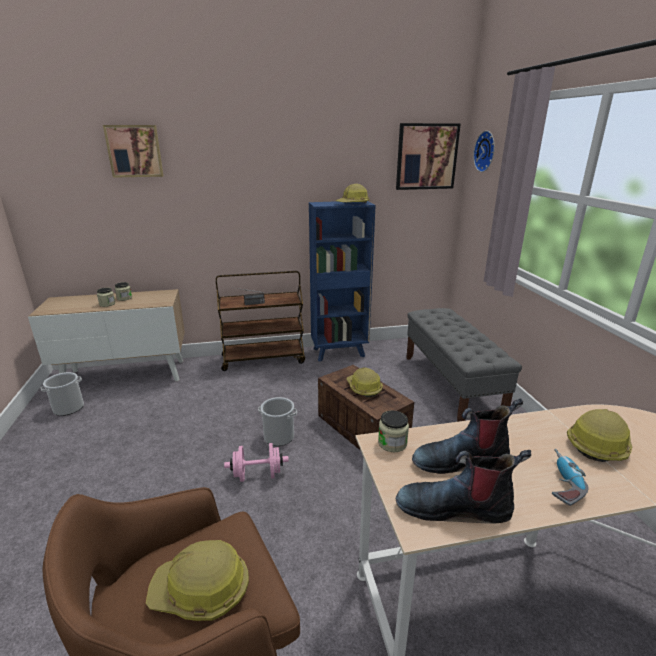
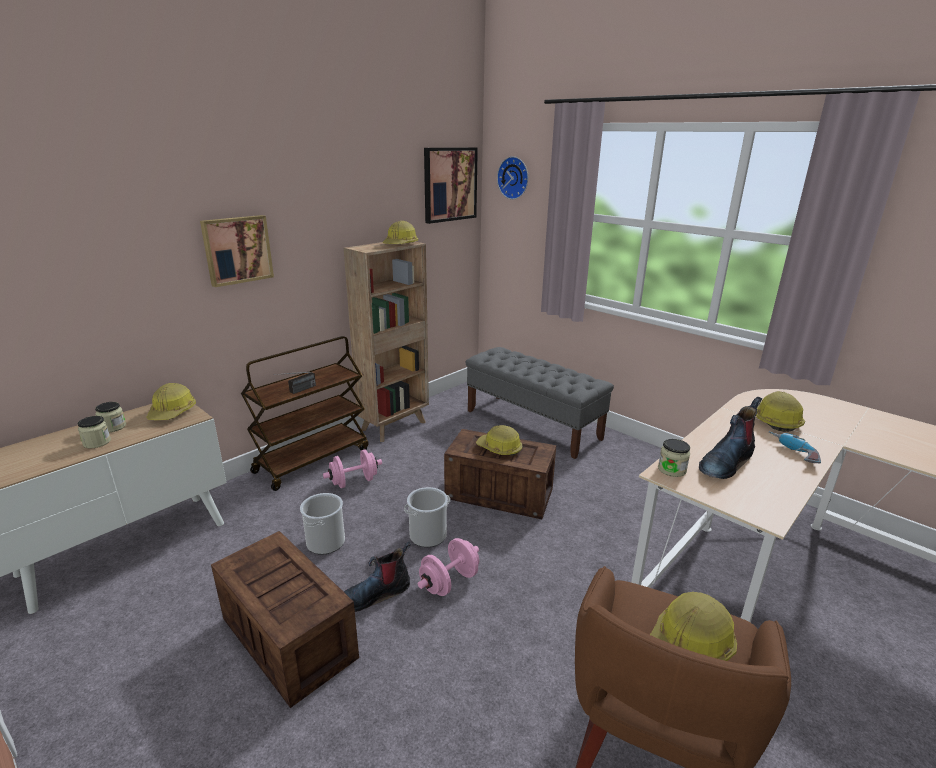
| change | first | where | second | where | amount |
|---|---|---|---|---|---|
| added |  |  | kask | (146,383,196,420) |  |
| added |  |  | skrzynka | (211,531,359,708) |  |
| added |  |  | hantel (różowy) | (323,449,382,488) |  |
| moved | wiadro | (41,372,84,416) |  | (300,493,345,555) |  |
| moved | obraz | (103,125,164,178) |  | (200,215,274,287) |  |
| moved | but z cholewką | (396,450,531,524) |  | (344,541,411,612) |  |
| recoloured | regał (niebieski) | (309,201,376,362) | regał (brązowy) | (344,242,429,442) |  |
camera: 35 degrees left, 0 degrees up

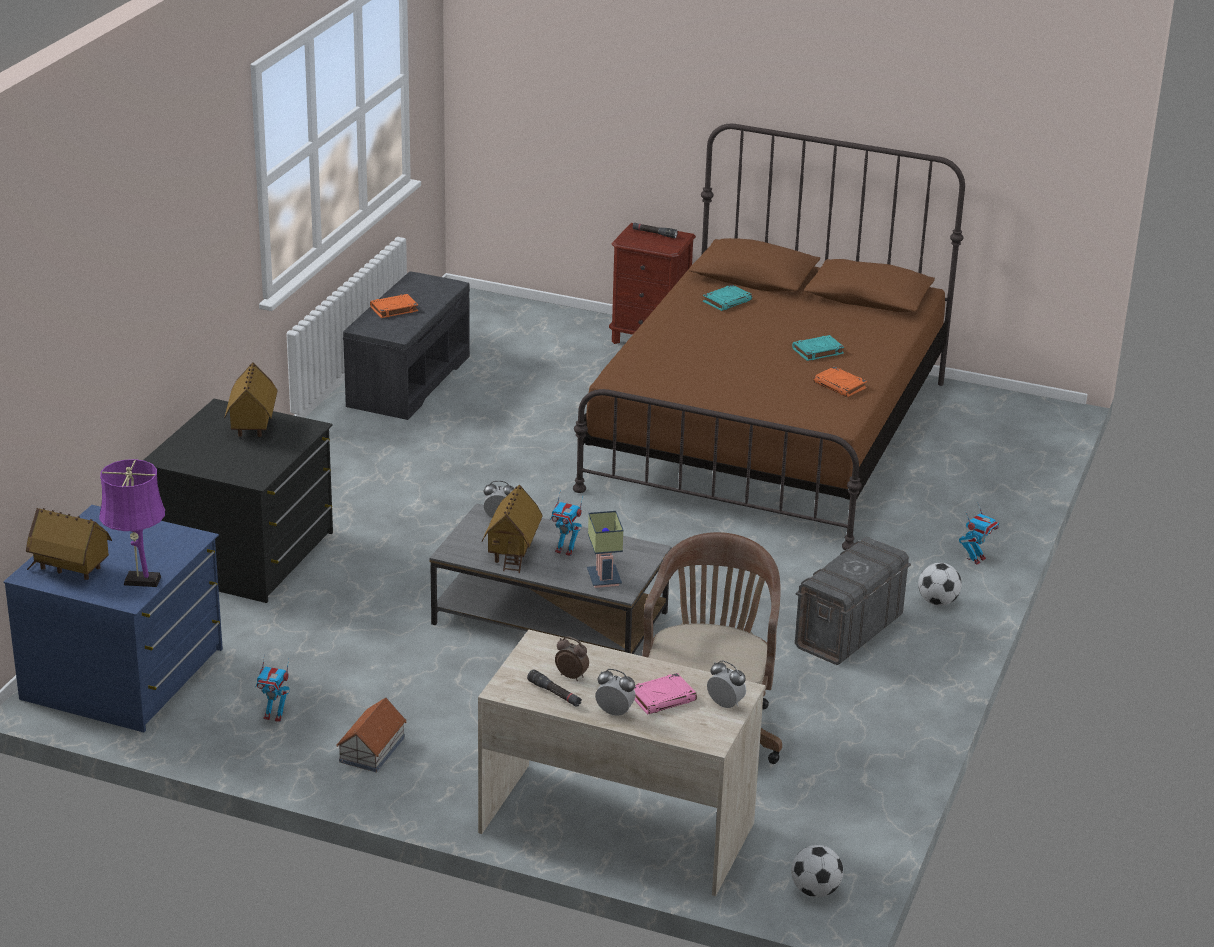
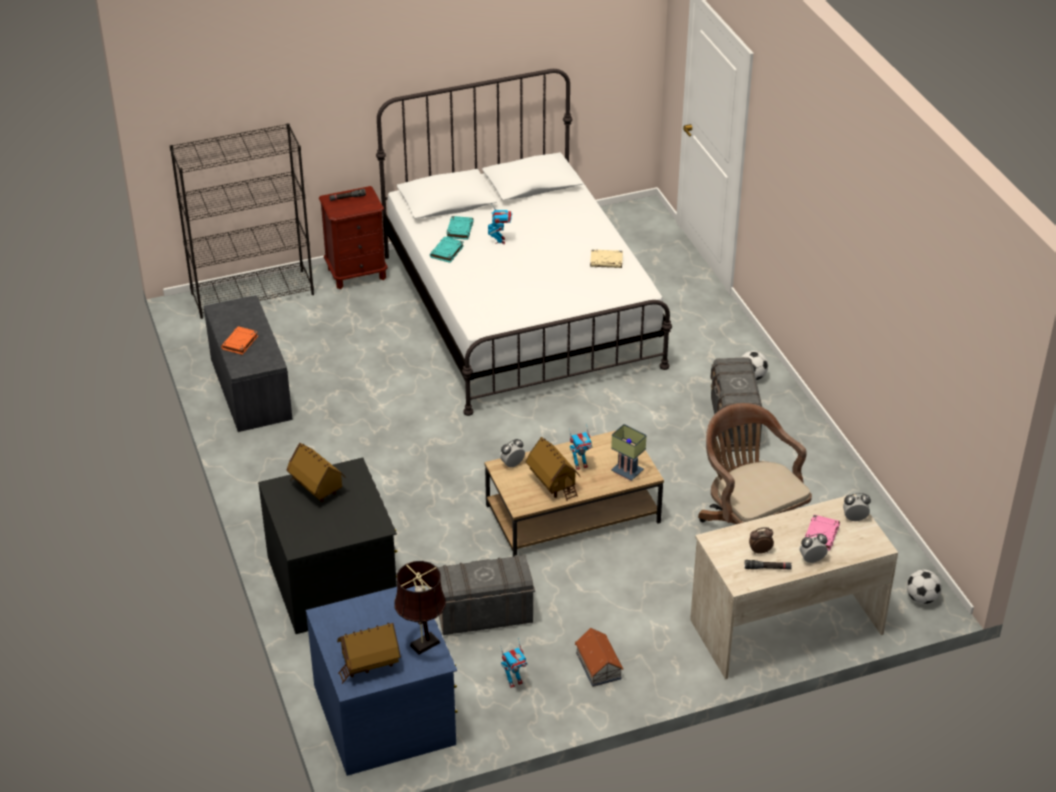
| change | first | where | second | where | amount |
|---|---|---|---|---|---|
| added |  |  | regał (czarny) | (170,123,314,319) |  |
| added |  |  | pojemnik do przechowywania (szary) | (437,555,535,635) |  |
| moved | książka (turkusowy) | (792,335,844,361) |  | (430,237,464,263) |  |
| moved | robot zabawkowy | (959,503,999,565) |  | (488,205,512,244) |  |
| recoloured | lampa stołowa (fioletowy) | (99,459,165,587) | lampa stołowa (brązowy) | (394,561,446,655) |  |
| recoloured | ława (szary) | (429,503,672,654) | ława (brązowy) | (484,431,664,557) |  |
| recoloured | łóżko (brązowy) | (573,124,965,550) | łóżko (biały) | (376,69,672,416) |  |
| recoloured | książka (pomarańczowy) | (814,367,867,397) | książka (beżowy) | (590,249,623,268) |  |
camera: 40 degrees left, 10 degrees up

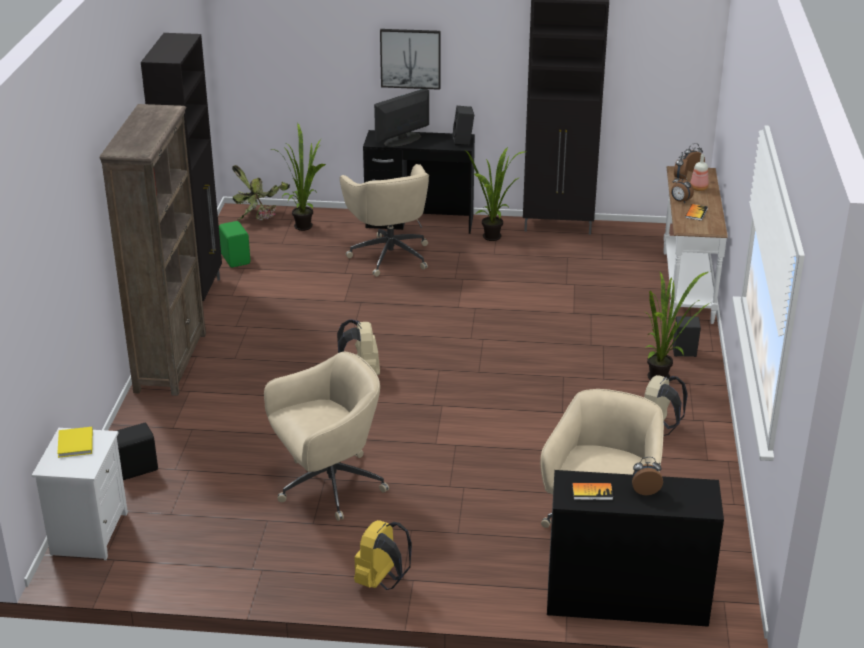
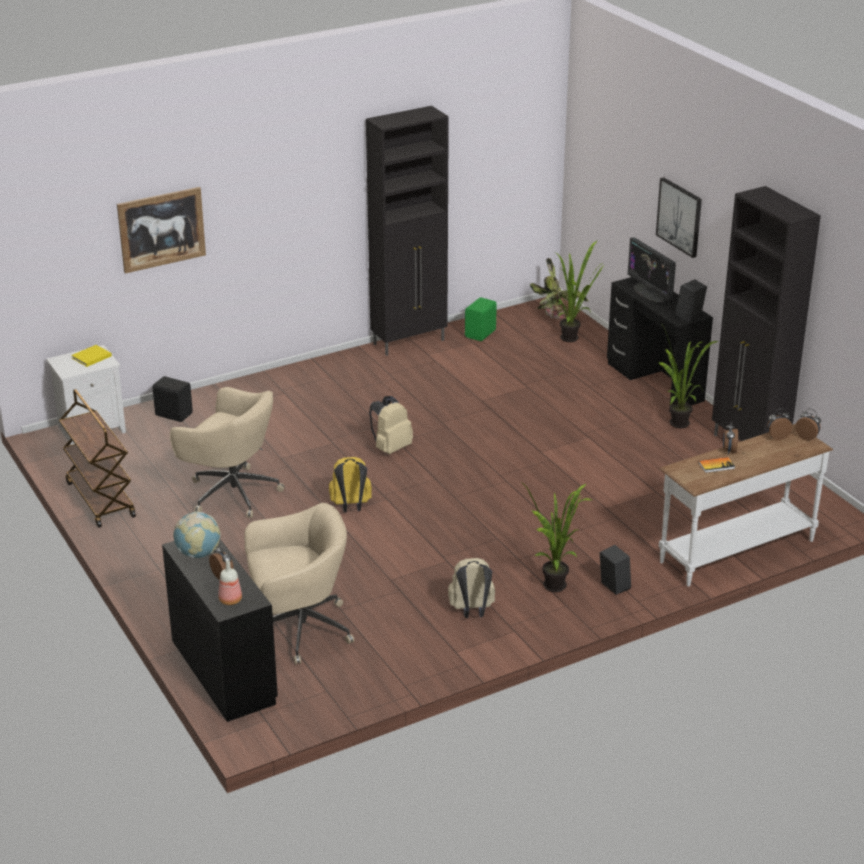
| change | first | where | second | where | amount |
|---|---|---|---|---|---|
| removed | regał (brązowy) | (100,104,206,396) |  |  |  |
| removed | krzesło biurowe (beżowy) | (340,164,429,277) |  |  |  |
| added |  |  | wózek (brązowy) | (59,389,136,528) |  |
| added |  |  | obraz | (117,187,206,273) |  |
| moved | plecak (żółty) | (354,520,412,590) |  | (329,457,372,512) |  |
| moved | butelka | (690,154,708,191) |  | (218,560,242,605) |  |
| replaced | książka | (572,483,613,500) | globus | (173,511,221,558) |  |
| turned | monitor | (374,89,429,147) |  | (628,237,676,302) | 135 degrees counterclockwise |
camera: 55 degrees right, 0 degrees up

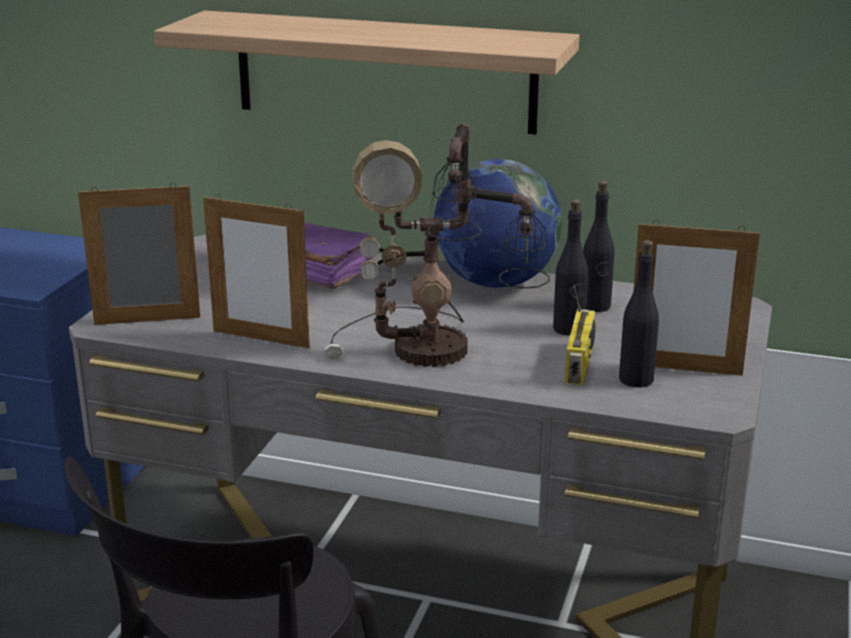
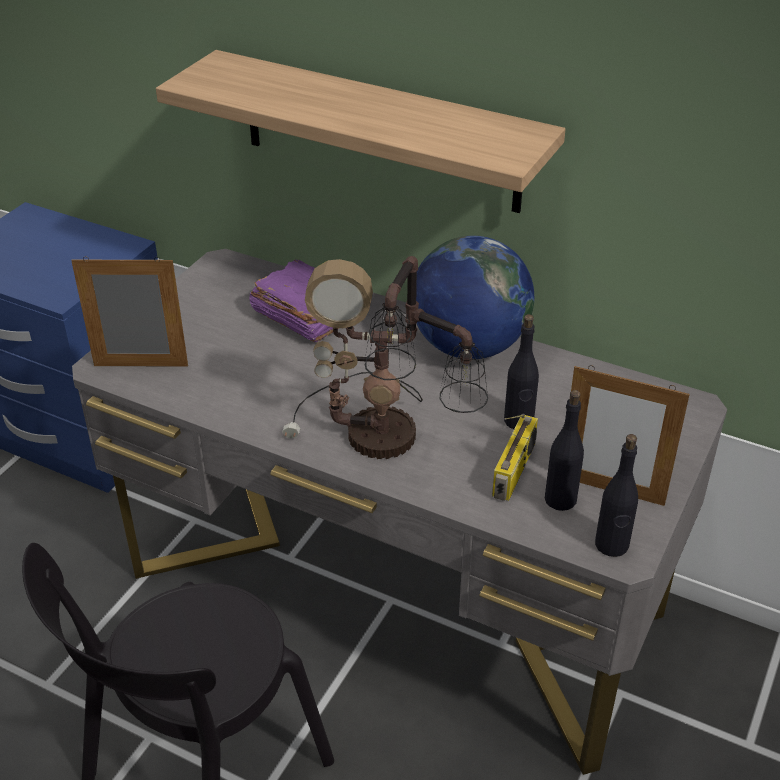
| change | first | where | second | where | amount |
|---|---|---|---|---|---|
| removed | ramka na zdjęcie | (203,194,310,348) |  |  |  |
| moved | butelka (czarny) | (583,181,615,312) |  | (595,434,638,557) |  |
camera: 10 degrees right, 15 degrees up

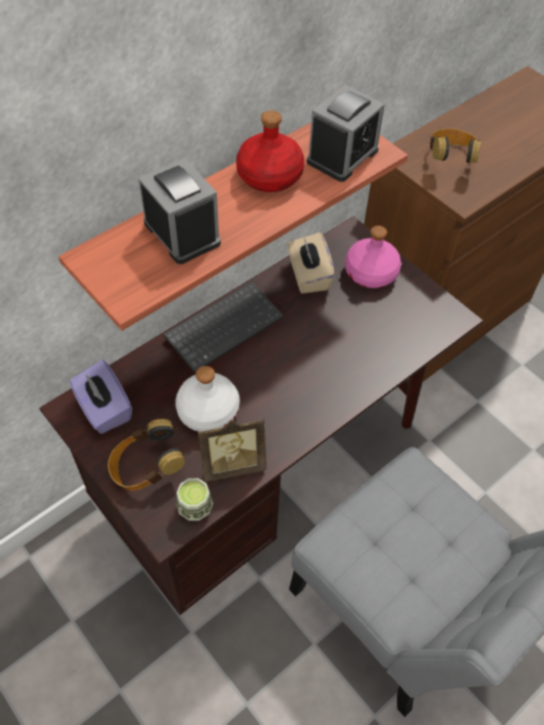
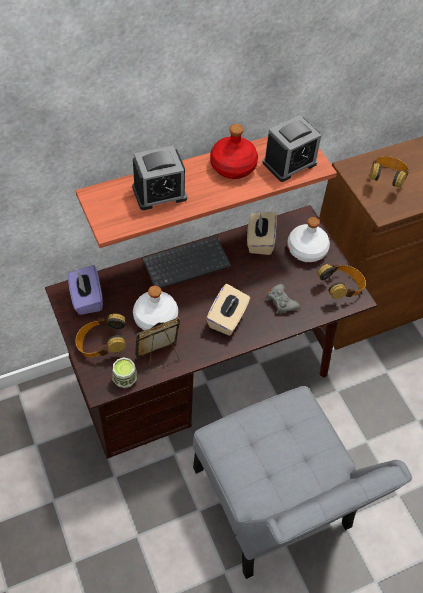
| change | first | where | second | where | amount |
|---|---|---|---|---|---|
| added |  |  | pudełko chusteczek (beżowy) | (206,284,250,336) |  |
| added |  |  | pad do gier (szary) | (266,284,300,314) |  |
| added |  |  | słuchawki | (317,264,366,299) |  |
| recoloured | butelka (różowy) | (345,226,401,288) | butelka (biały) | (287,217,330,262) |  |
| turned | budzik | (138,158,221,264) |  | (132,146,187,210) | 90 degrees clockwise |
| turned | ramka na zdjęcie | (198,418,266,482) |  | (135,317,180,372) | 150 degrees clockwise |
camera: 15 degrees right, 0 degrees up

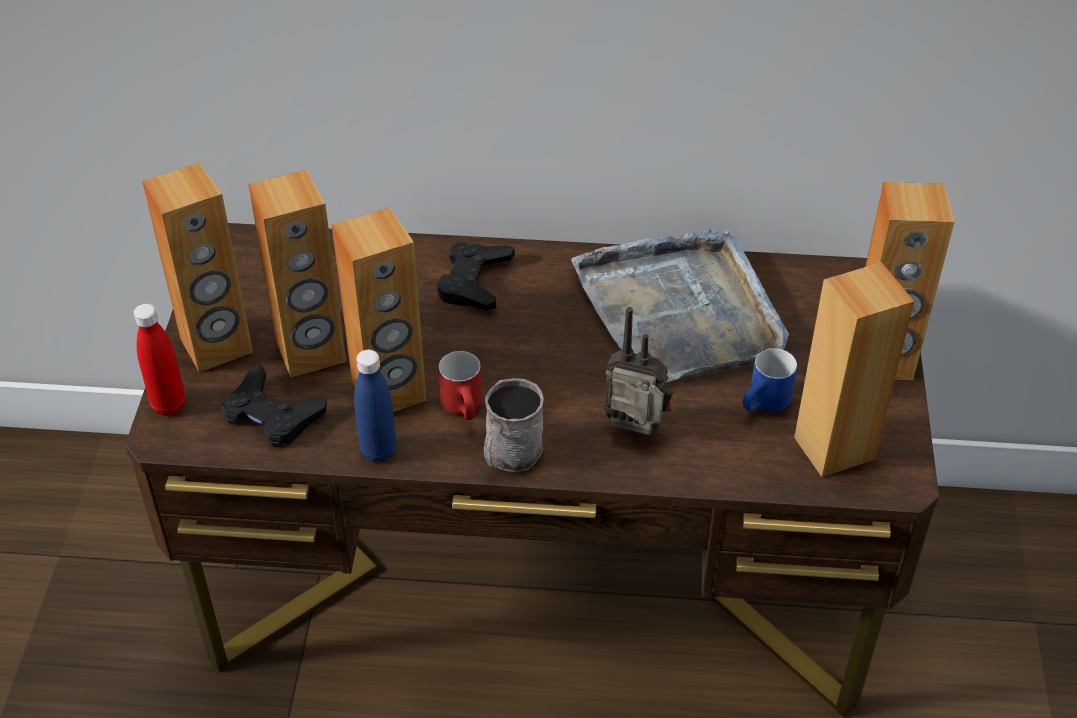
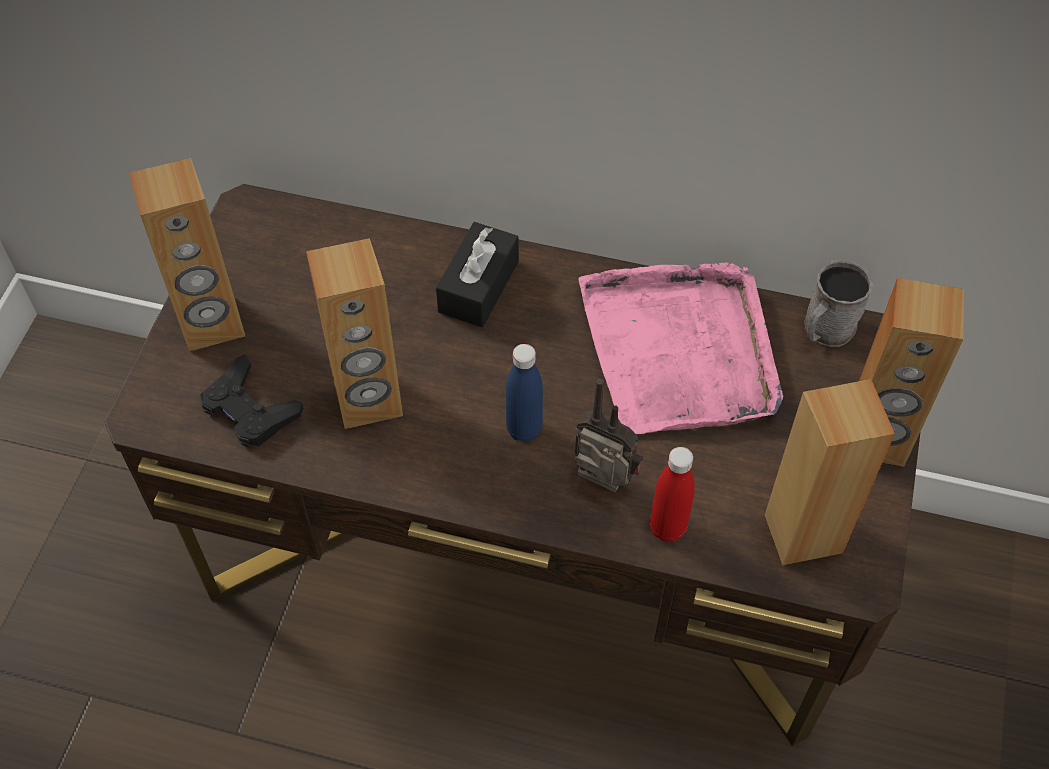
| change | first | where | second | where | amount |
|---|---|---|---|---|---|
| removed | głośnik (brązowy) | (248,170,346,378) |  |  |  |
| removed | kubek (czerwony) | (438,351,482,420) |  |  |  |
| removed | kubek (niebieski) | (743,348,797,412) |  |  |  |
| moved | butelka (czerwony) | (134,303,186,416) |  | (650,447,695,542) |  |
| moved | butelka (niebieski) | (354,350,396,462) |  | (506,344,543,442) |  |
| moved | kubek (szary) | (484,378,544,472) |  | (804,261,873,347) |  |
| replaced | pad do gier (czarny) | (436,242,515,310) | pudełko chusteczek (czarny) | (436,222,519,327) |  |
| recoloured | taca (szary) | (571,229,788,383) | taca (różowy) | (579,262,783,434) |  |
camera: 10 degrees right, 10 degrees up

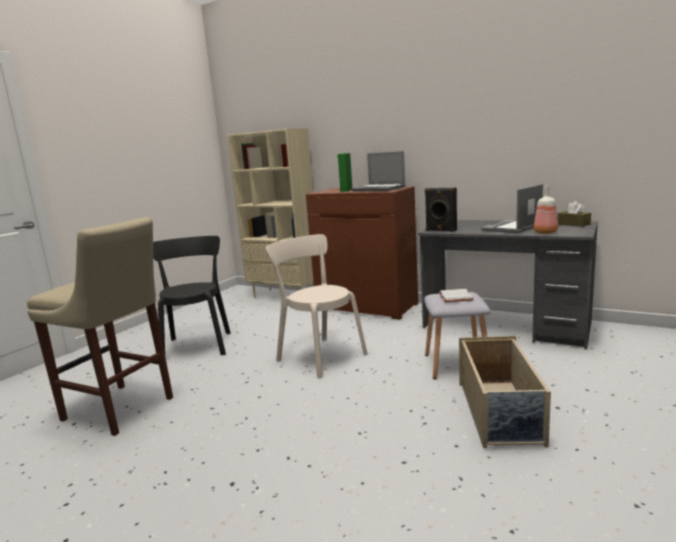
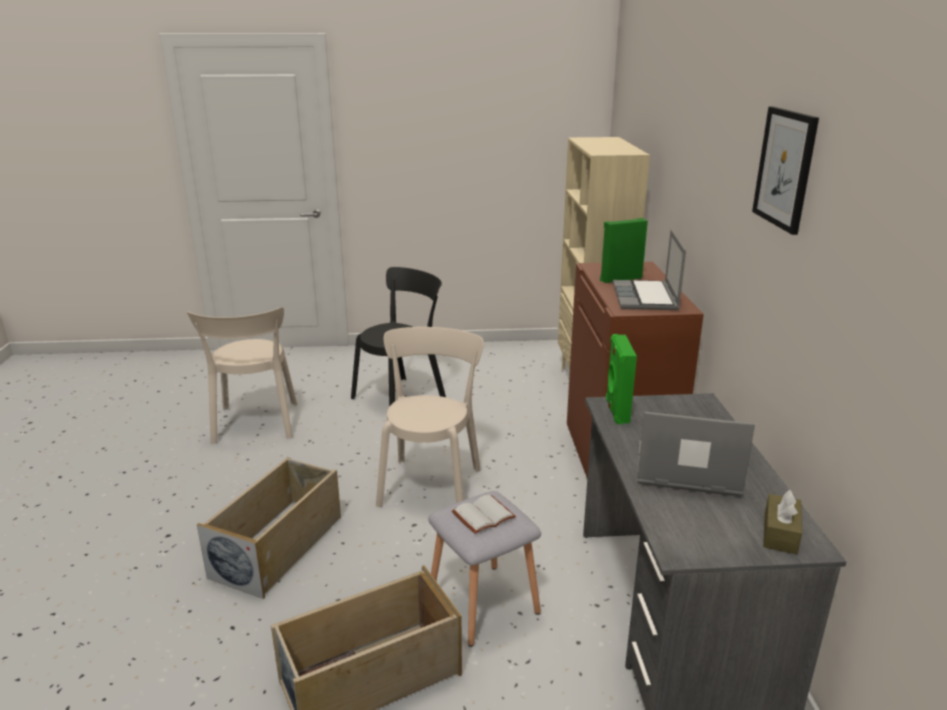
| change | first | where | second | where | amount |
|---|---|---|---|---|---|
| removed | butelka | (534,186,558,234) |  |  |  |
| added |  |  | pojemnik do przechowywania (beżowy) | (197,457,341,599) |  |
| added |  |  | obraz | (752,107,819,235) |  |
| replaced | stołek (beżowy) | (27,217,173,436) | krzesło (beżowy) | (187,307,297,444) |  |
| recoloured | głośnik (czarny) | (425,188,457,231) | głośnik (zielony) | (606,334,637,424) |  |
camera: 55 degrees right, 10 degrees up

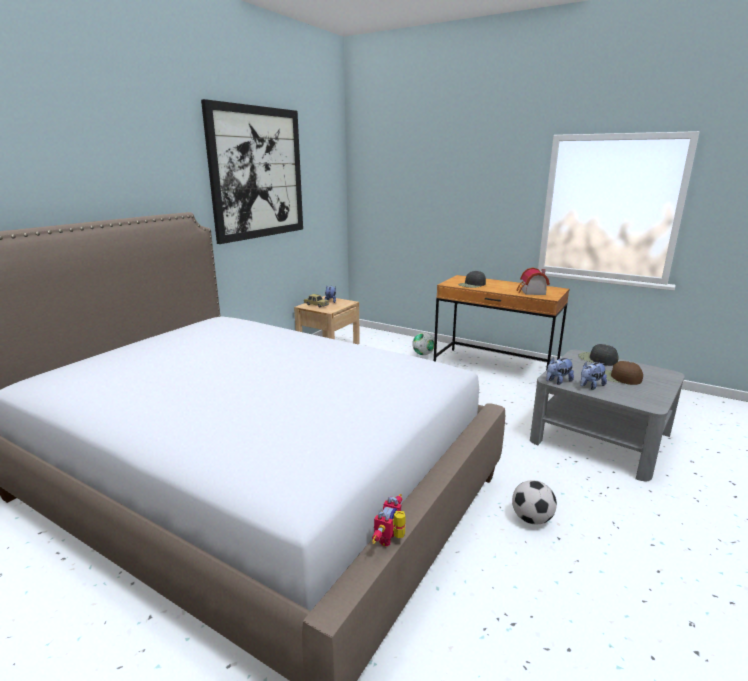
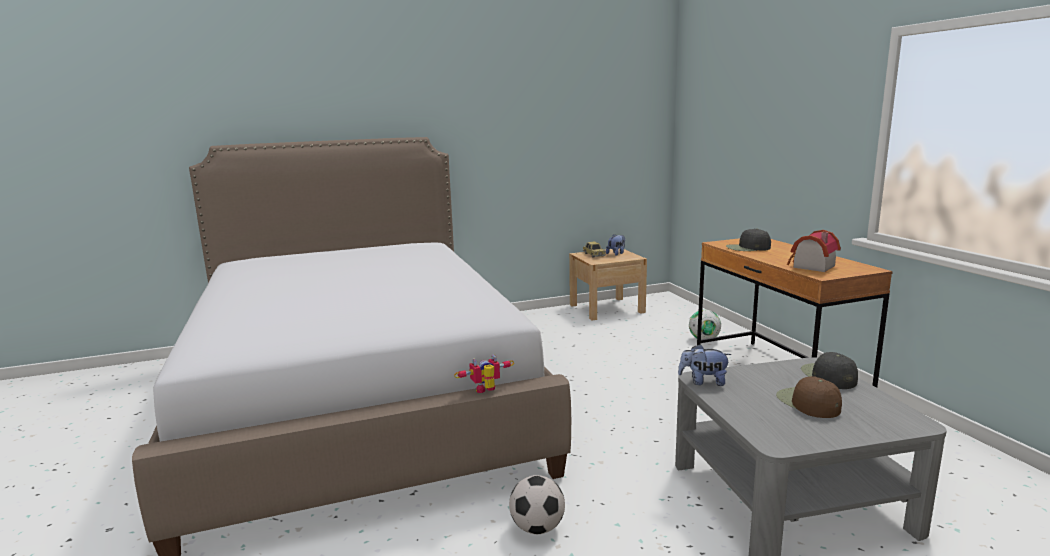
| change | first | where | second | where | amount |
|---|---|---|---|---|---|
| removed | obraz | (201,99,303,244) |  |  |  |
| removed | pluszak | (580,362,607,390) |  |  |  |
| moved | robot zabawkowy | (372,494,406,546) |  | (454,354,514,393) |  |
camera: 40 degrees right, 5 degrees down

